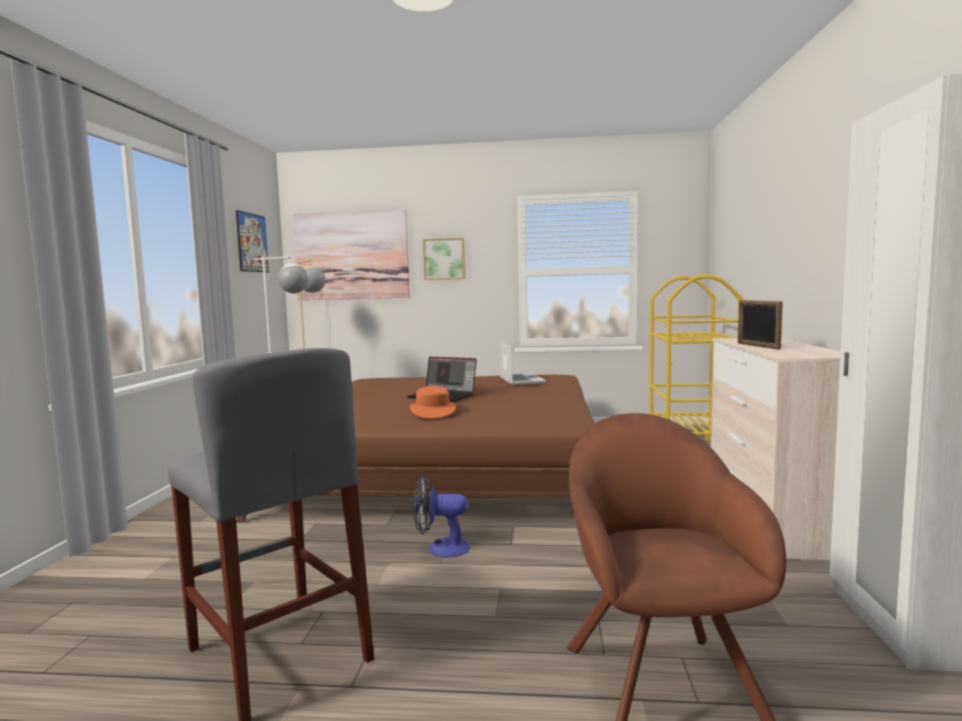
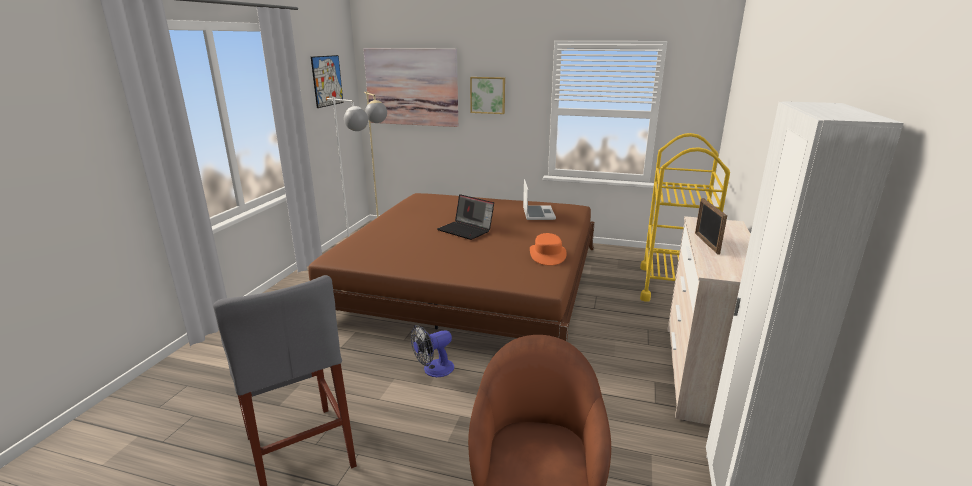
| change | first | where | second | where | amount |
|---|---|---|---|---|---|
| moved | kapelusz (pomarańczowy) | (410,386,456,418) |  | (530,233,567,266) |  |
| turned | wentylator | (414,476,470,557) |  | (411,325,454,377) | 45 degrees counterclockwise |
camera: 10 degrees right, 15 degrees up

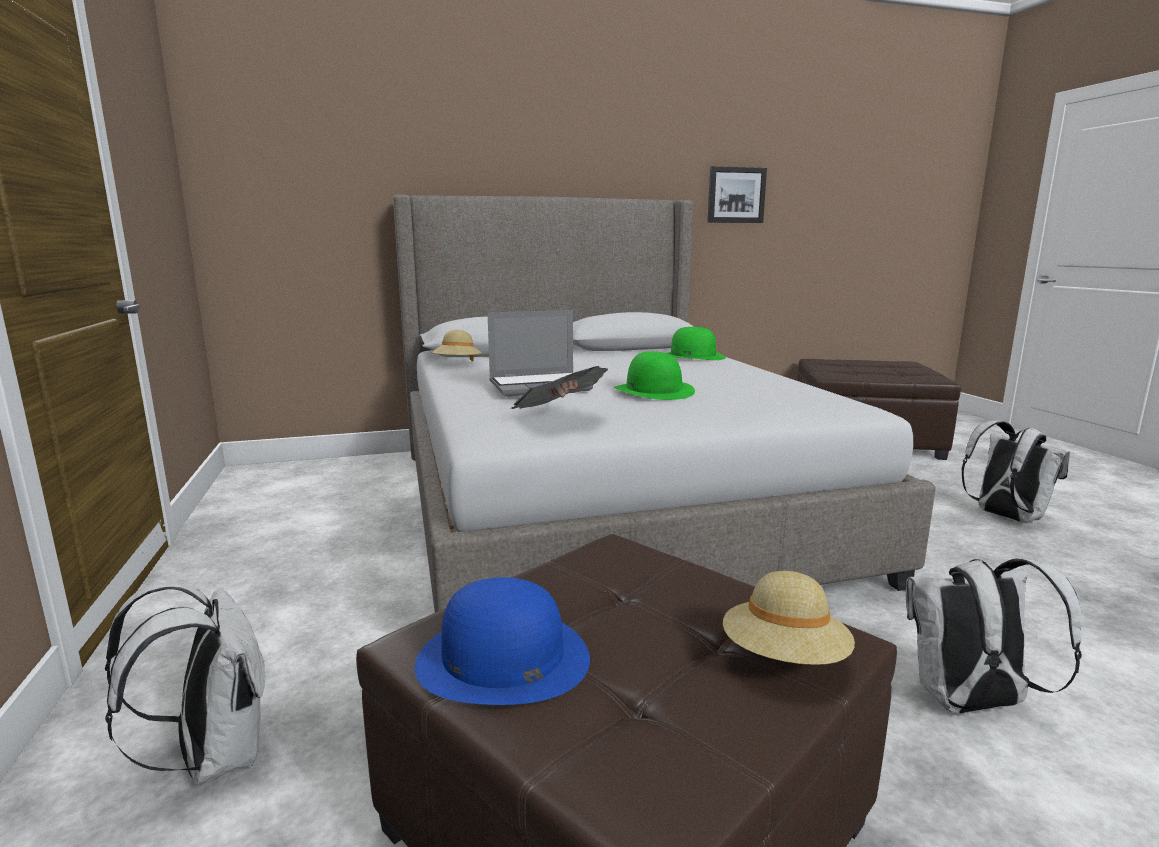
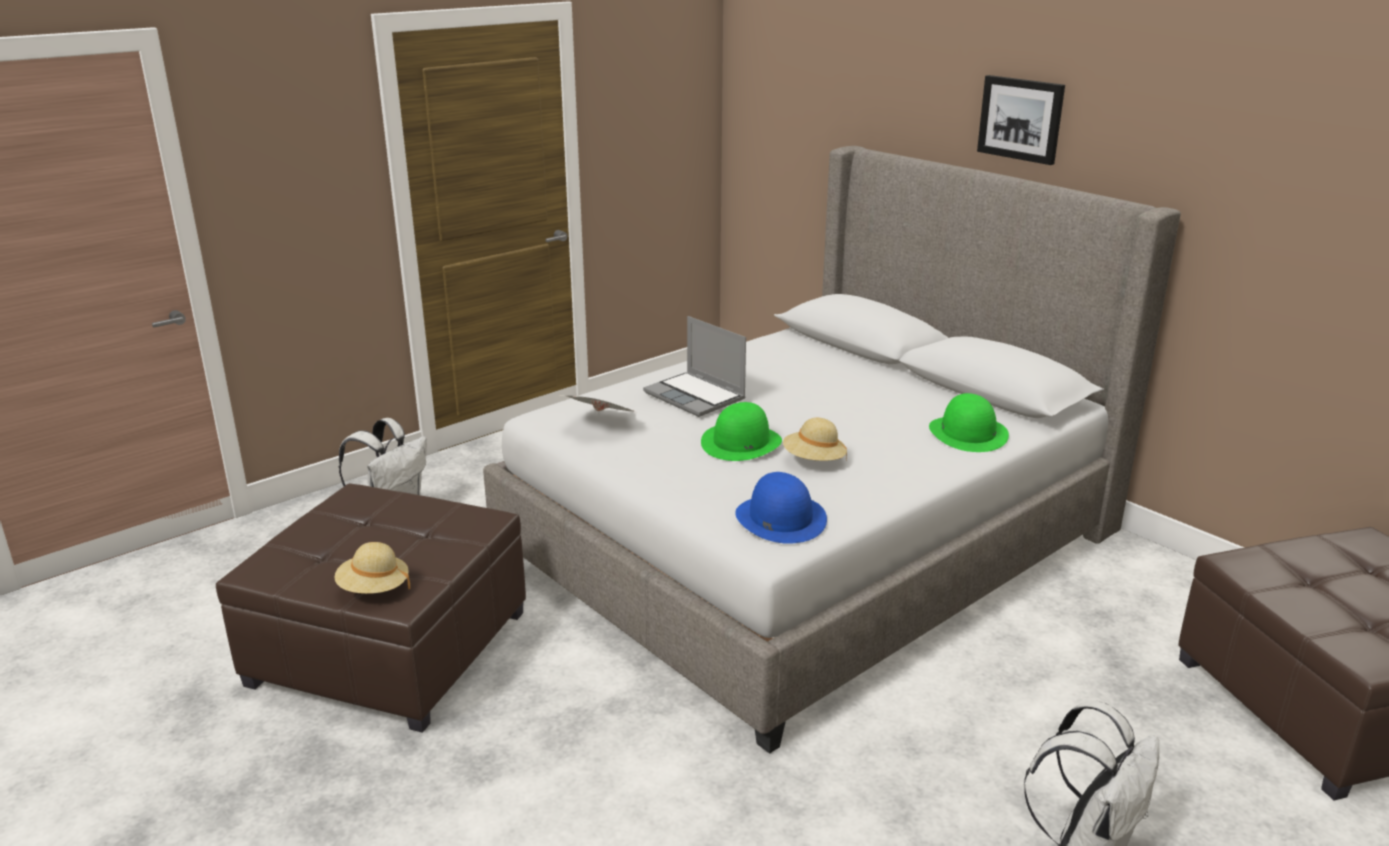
| change | first | where | second | where | amount |
|---|---|---|---|---|---|
| removed | plecak (biały) | (906,558,1082,714) |  |  |  |
| moved | kapelusz (niebieski) | (415,577,590,705) |  | (735,472,827,544) |  |
| moved | kapelusz (beżowy) | (431,330,482,361) |  | (783,418,847,461) |  |
| moved | obraz | (707,166,767,223) |  | (977,75,1065,165) |  |
camera: 65 degrees right, 10 degrees up

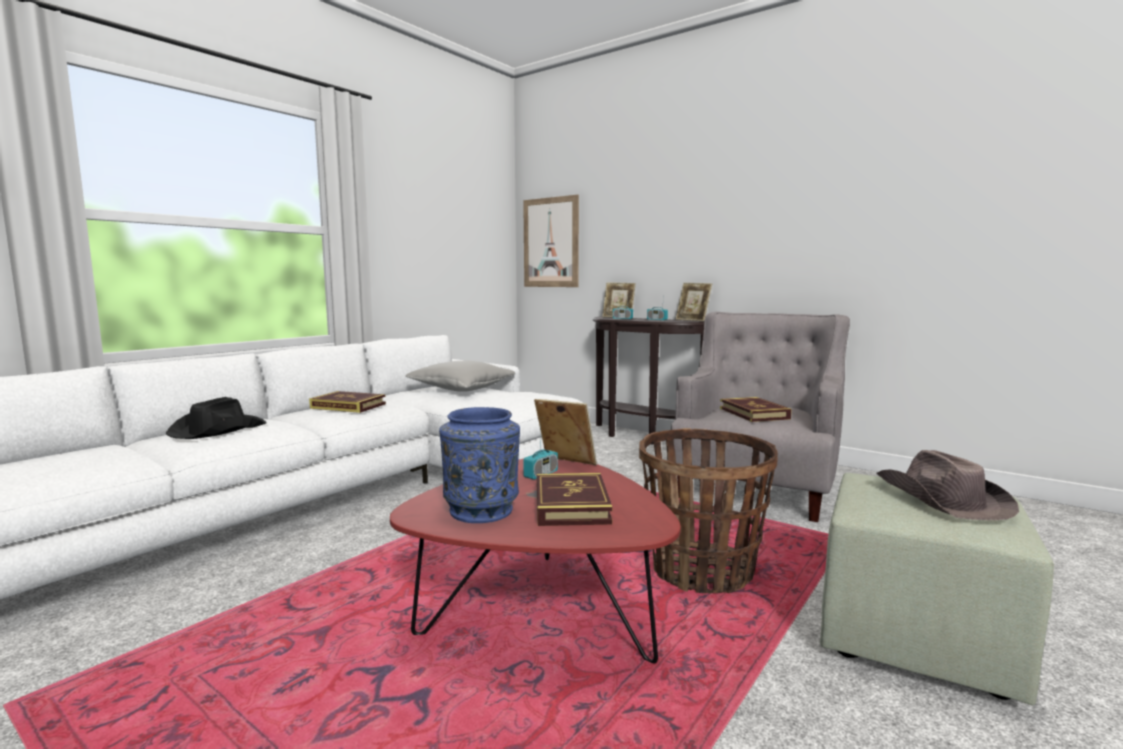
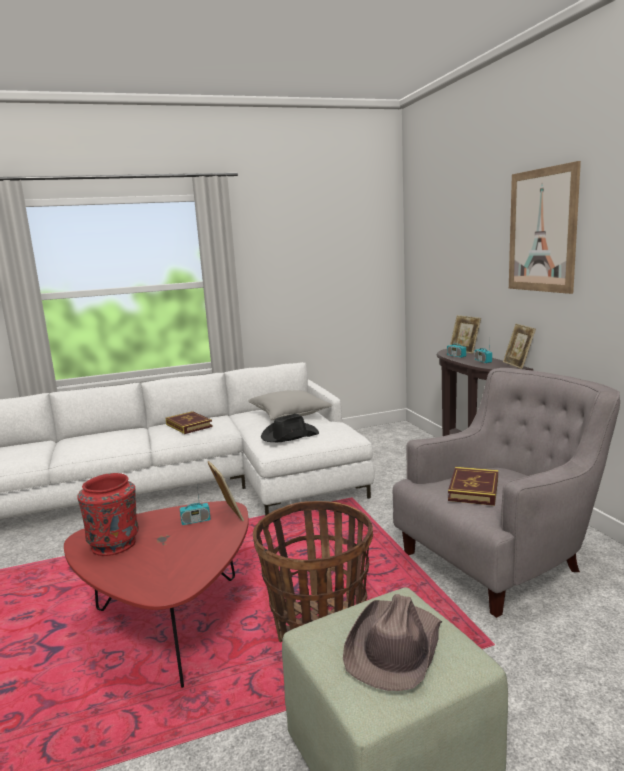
| change | first | where | second | where | amount |
|---|---|---|---|---|---|
| removed | książka | (537,473,613,526) |  |  |  |
| moved | kapelusz (czarny) | (166,397,266,439) |  | (261,414,319,442) |  |
| moved | obraz | (523,195,579,287) |  | (509,161,581,294) |  |
| recoloured | wazon (niebieski) | (439,407,520,523) | wazon (czerwony) | (77,473,139,556) |  |
camera: 35 degrees right, 5 degrees up

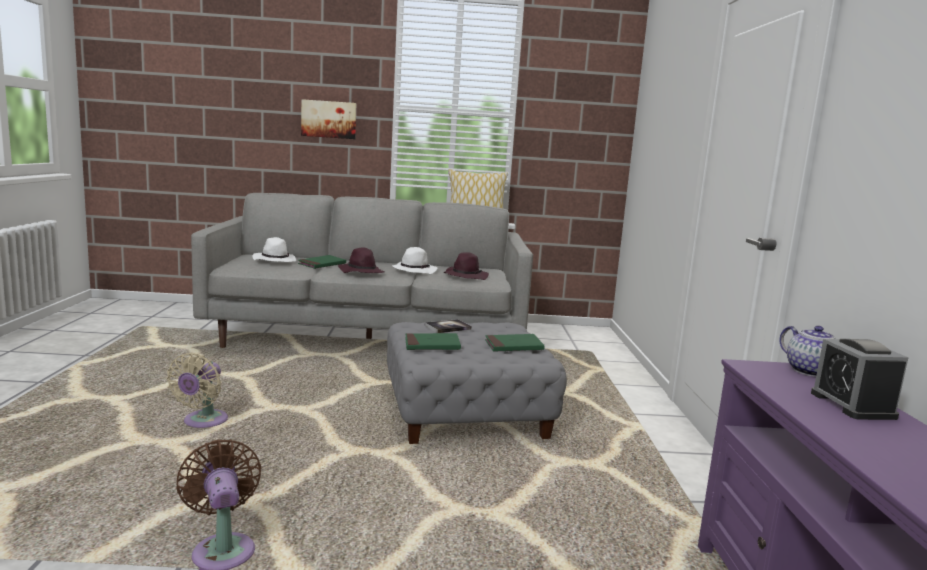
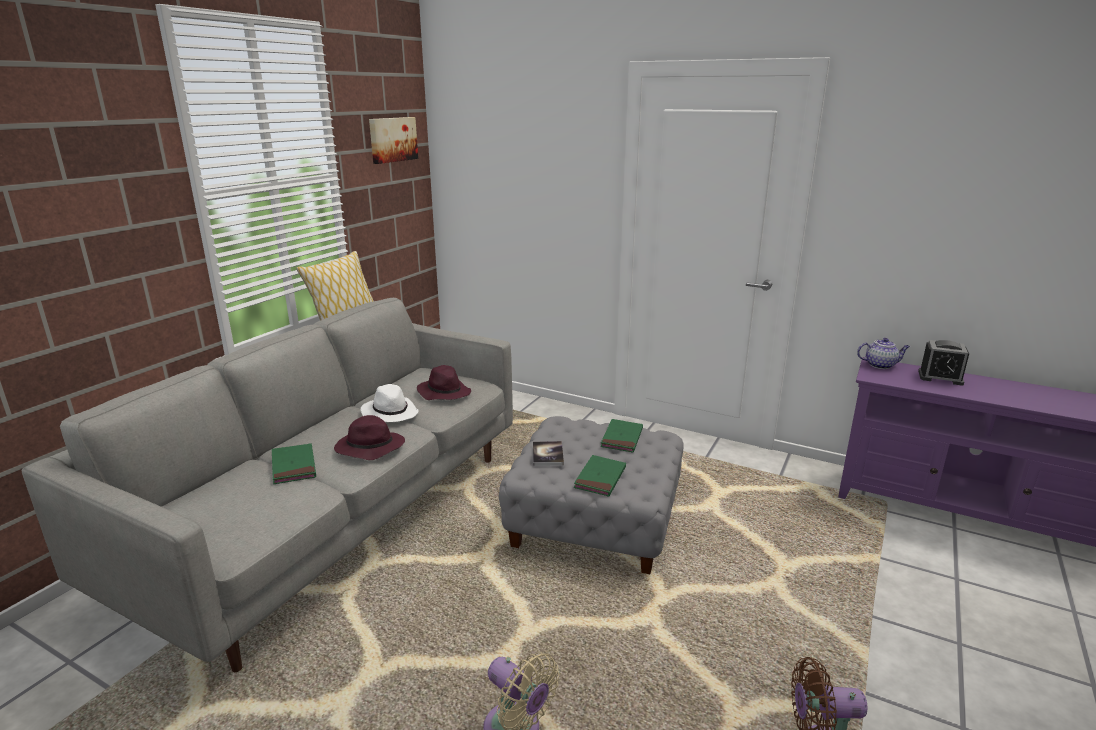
| change | first | where | second | where | amount |
|---|---|---|---|---|---|
| removed | kapelusz (biały) | (252,237,297,262) |  |  |  |
| moved | obraz | (301,99,356,139) |  | (369,117,418,164) |  |
camera: 60 degrees left, 10 degrees up

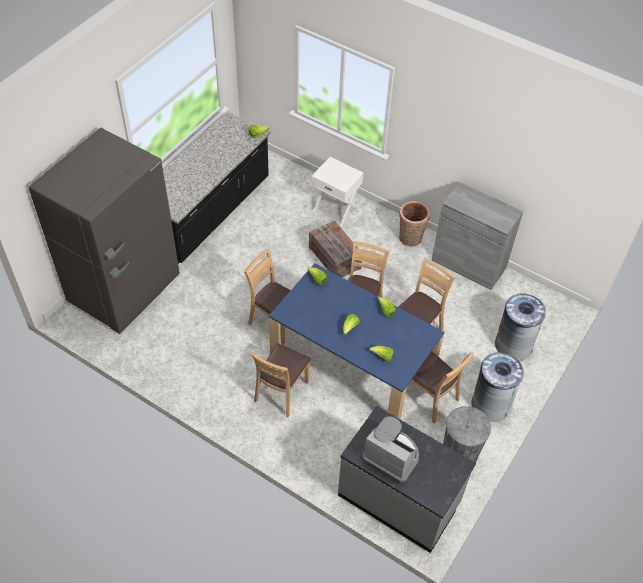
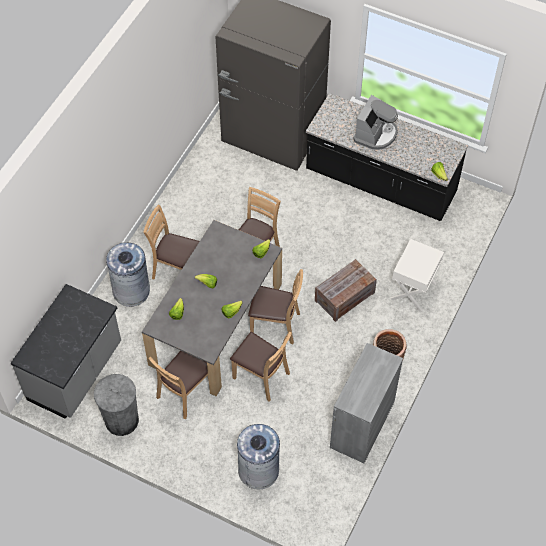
| change | first | where | second | where | amount |
|---|---|---|---|---|---|
| moved | ekspres do kawy | (363,417,419,483) |  | (353,95,398,150) |  |
| moved | kosz na śmieci (szary) | (471,352,524,422) |  | (106,243,150,307) |  |
| recoloured | stół jadalny (niebieski) | (269,263,444,419) | stół jadalny (szary) | (142,220,282,396) |  |
camera: 85 degrees right, 5 degrees up

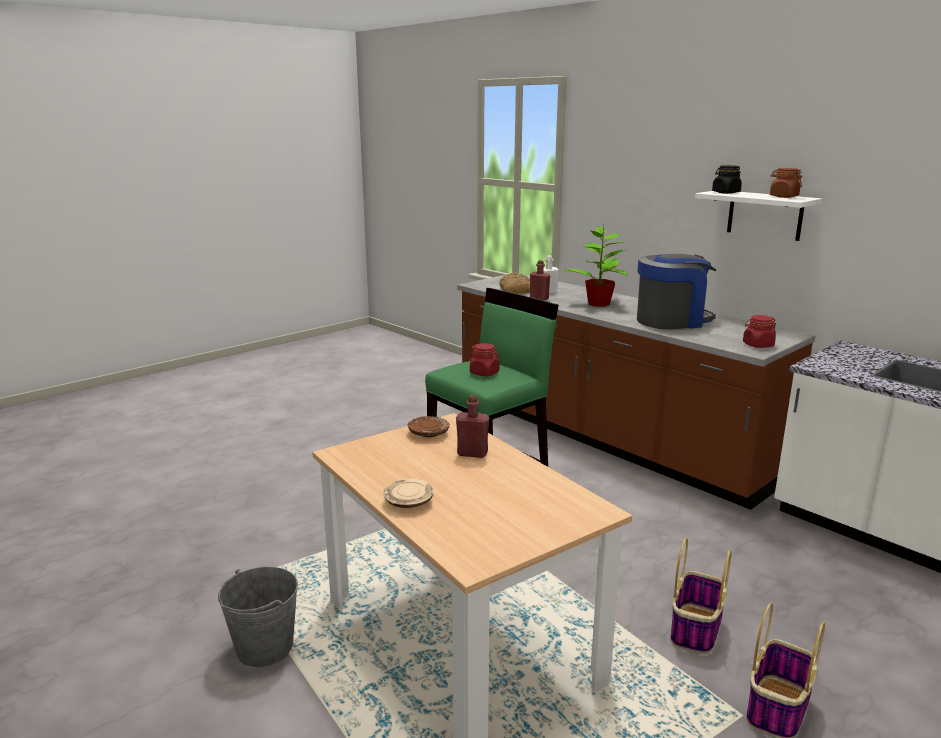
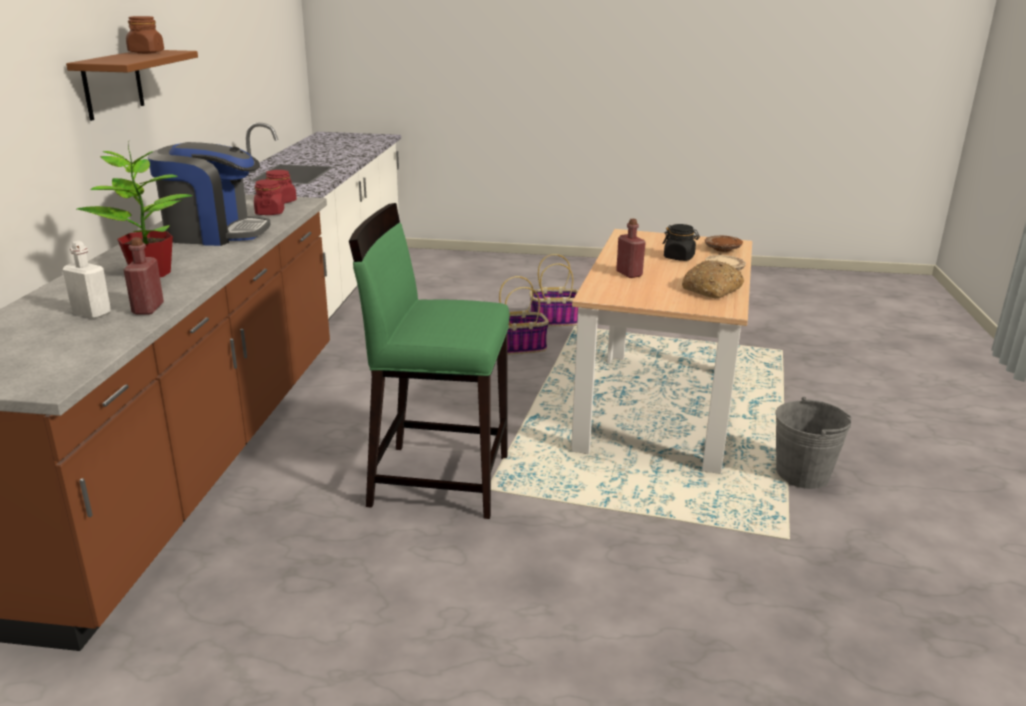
| change | first | where | second | where | amount |
|---|---|---|---|---|---|
| moved | talerz (brązowy) | (408,416,450,437) |  | (705,236,743,252) |  |
| moved | słoik (czerwony) | (470,343,500,376) |  | (254,179,284,215) |  |
| moved | chleb | (499,273,530,294) |  | (682,260,744,298) |  |
| moved | słoik (czarny) | (712,165,742,194) |  | (663,224,700,261) |  |
| recoloured | półka (biały) | (695,191,822,241) | półka (brązowy) | (66,50,198,121) |  |
| turned | ekspres do kawy | (637,254,716,329) |  | (148,142,270,246) | 150 degrees clockwise |
camera: 130 degrees left, 5 degrees up

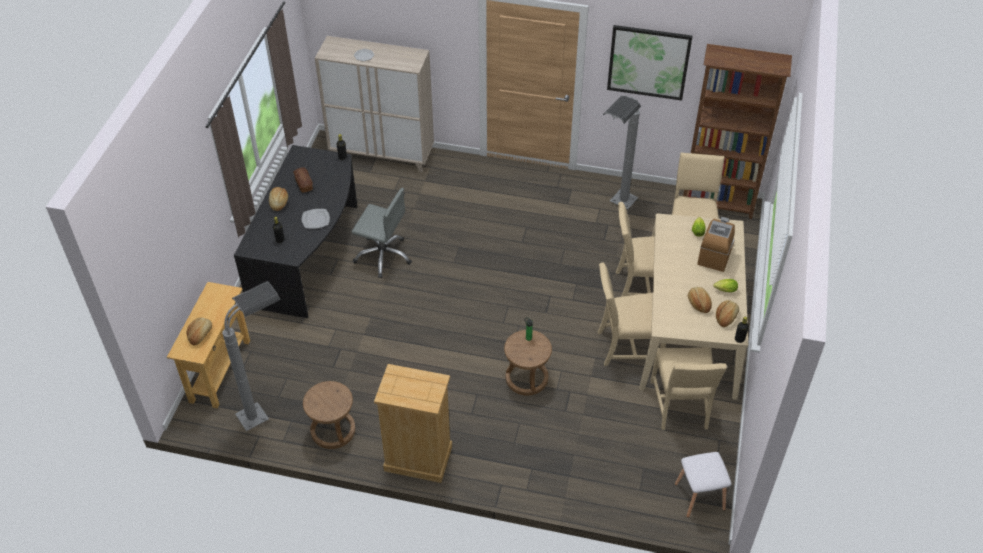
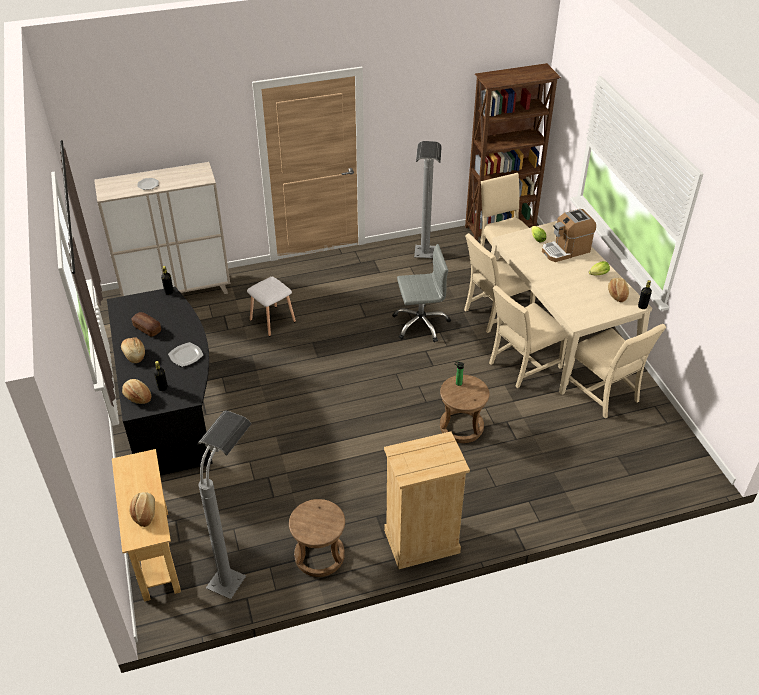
| change | first | where | second | where | amount |
|---|---|---|---|---|---|
| removed | obraz | (607,25,692,101) |  |  |  |
| moved | krzesło biurowe (szary) | (352,188,412,278) |  | (392,244,451,343) |  |
| moved | stołek (biały) | (675,452,731,518) |  | (247,277,296,336) |  |
| moved | chleb | (688,287,712,313) |  | (122,379,151,404) |  |
| turned | ekspres do kawy | (697,217,735,272) |  | (542,209,596,262) | 105 degrees counterclockwise |
camera: 30 degrees left, 5 degrees down

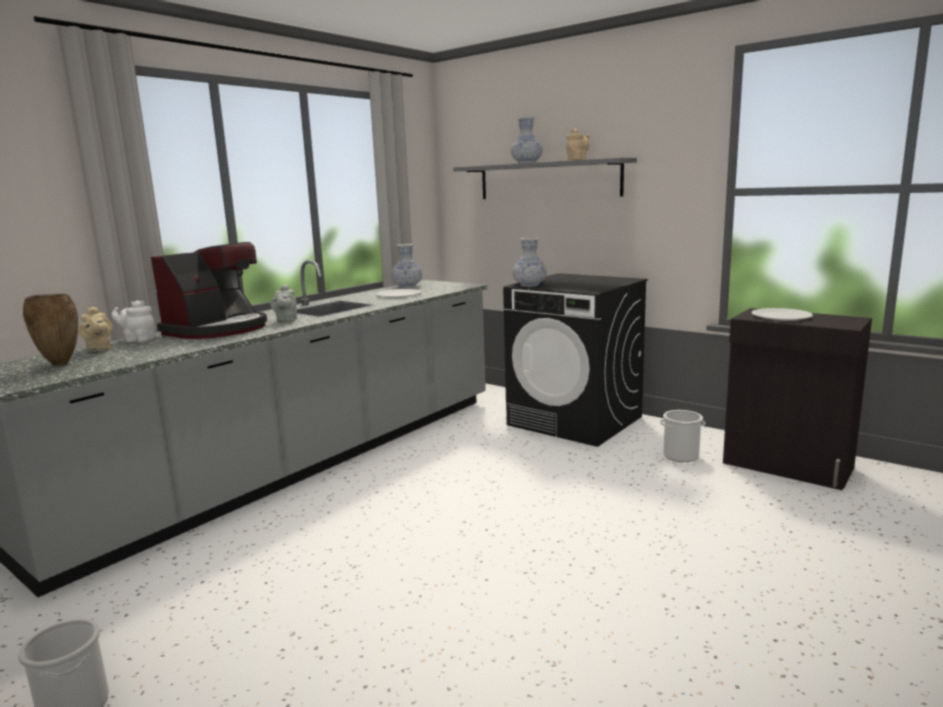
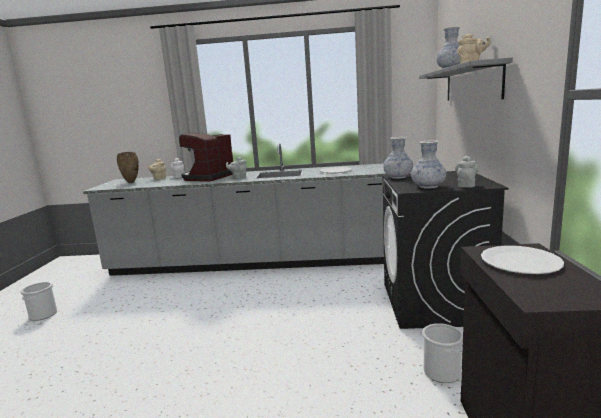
| change | first | where | second | where | amount |
|---|---|---|---|---|---|
| added |  |  | imbryk (szary) | (455,156,479,188) |  |
| moved | wazon | (391,244,422,288) |  | (411,140,446,188) |  |
| turned | ekspres do kawy | (151,242,267,339) |  | (179,133,233,182) | 120 degrees clockwise |
camera: 55 degrees right, 0 degrees up

